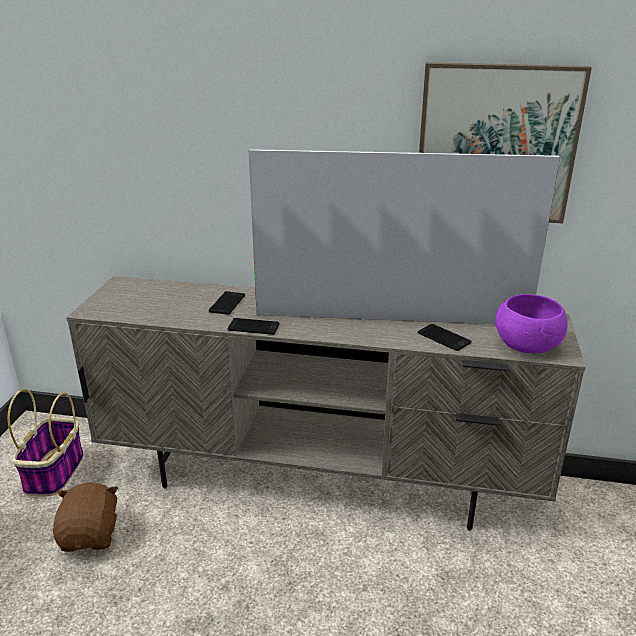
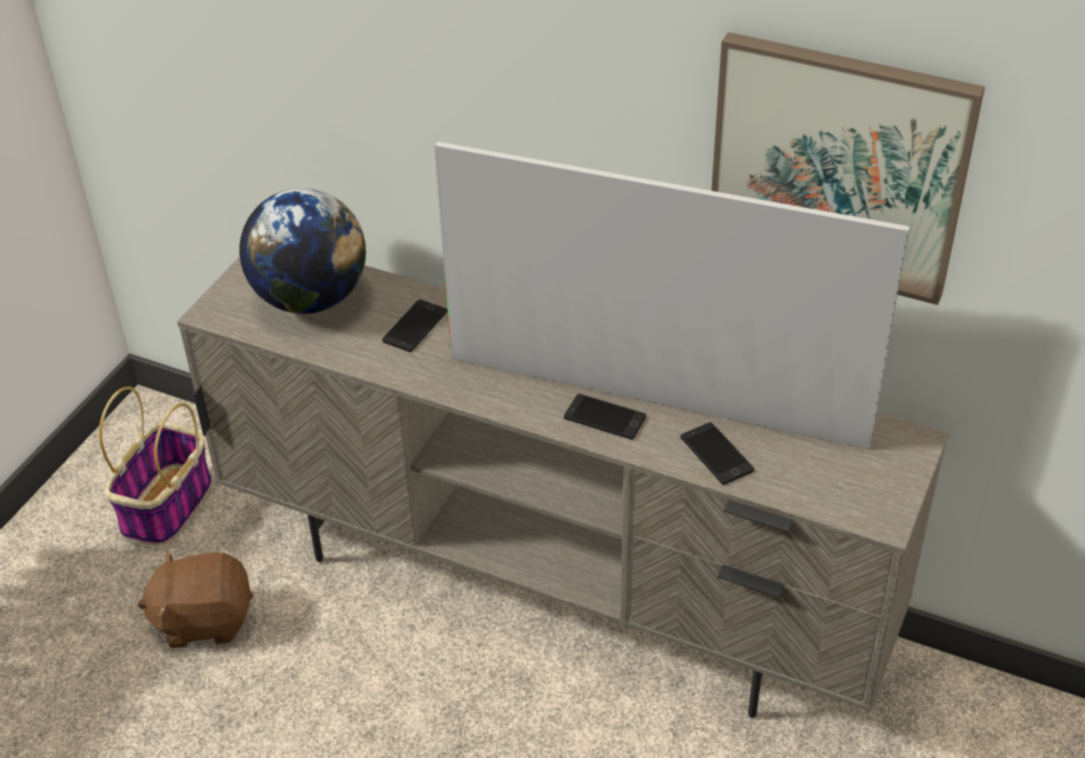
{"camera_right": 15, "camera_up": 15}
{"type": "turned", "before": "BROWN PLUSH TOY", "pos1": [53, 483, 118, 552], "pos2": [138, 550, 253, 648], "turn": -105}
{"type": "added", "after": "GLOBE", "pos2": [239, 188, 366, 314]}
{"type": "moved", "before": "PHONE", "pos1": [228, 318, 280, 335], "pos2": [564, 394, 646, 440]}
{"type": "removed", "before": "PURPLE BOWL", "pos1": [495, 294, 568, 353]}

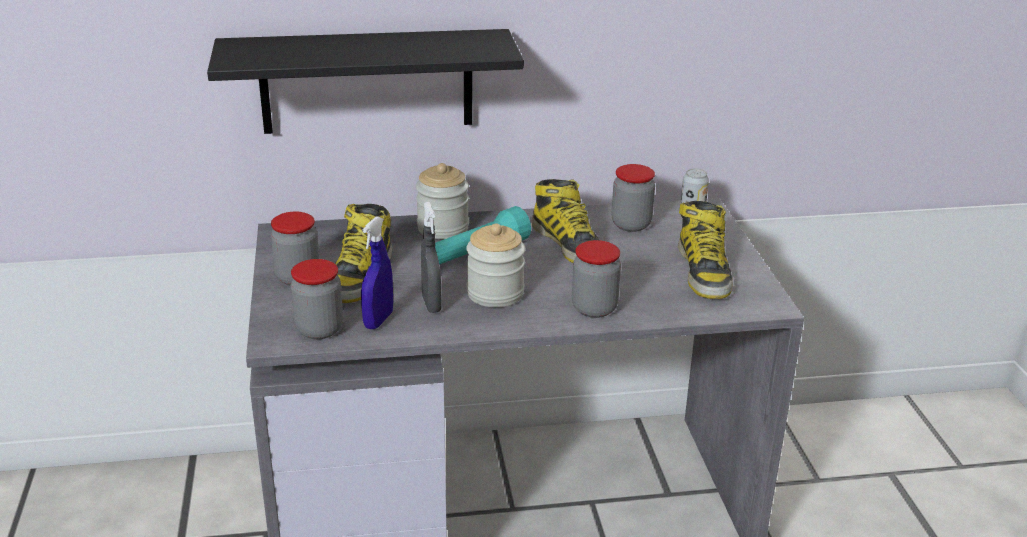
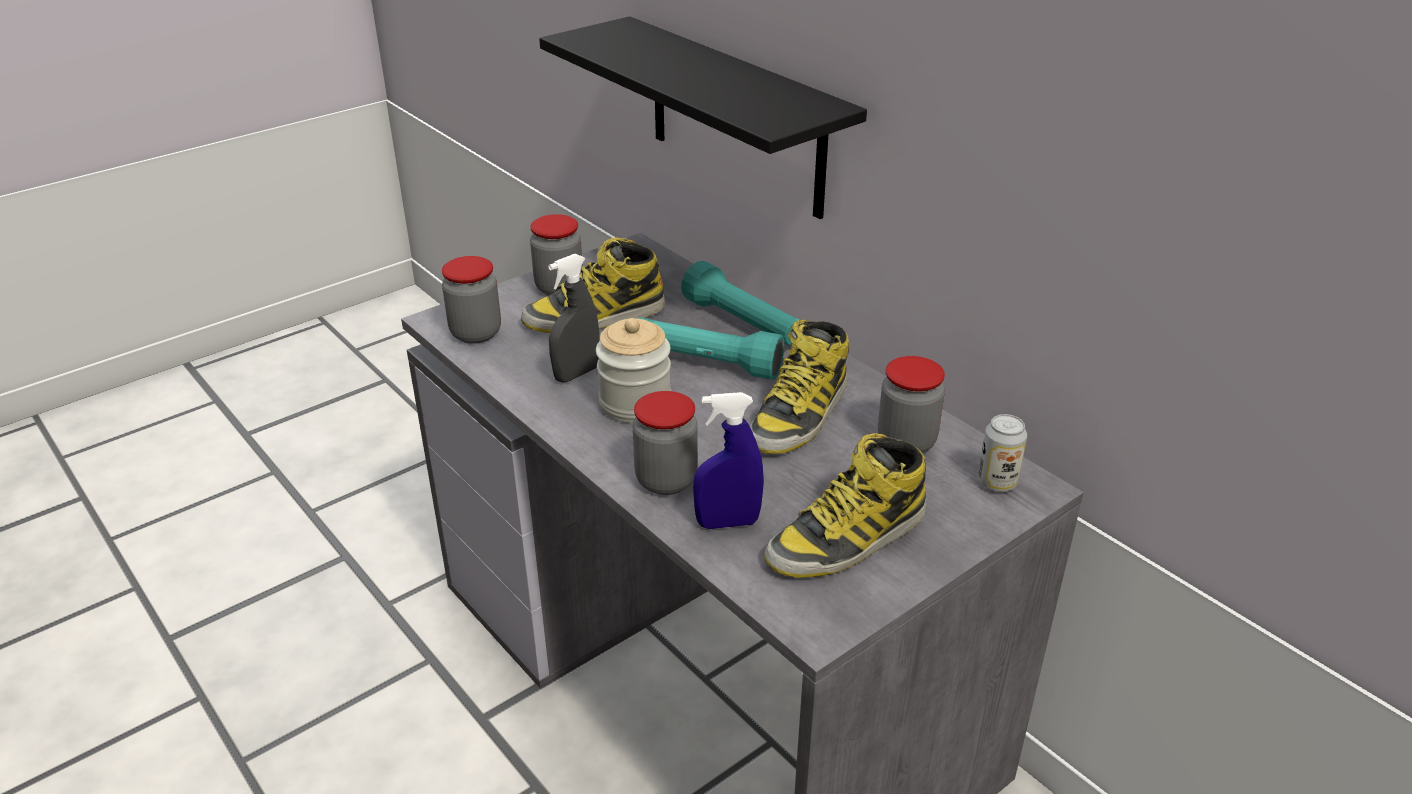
{"camera_right": 60, "camera_up": 5}
{"type": "replaced", "before": "JAR", "after": "TURQUOISE FLASHLIGHT", "pos1": [416, 163, 469, 239], "pos2": [681, 261, 799, 345]}
{"type": "moved", "before": "BLUE SPRAY BOTTLE", "pos1": [361, 216, 393, 329], "pos2": [693, 392, 764, 529]}

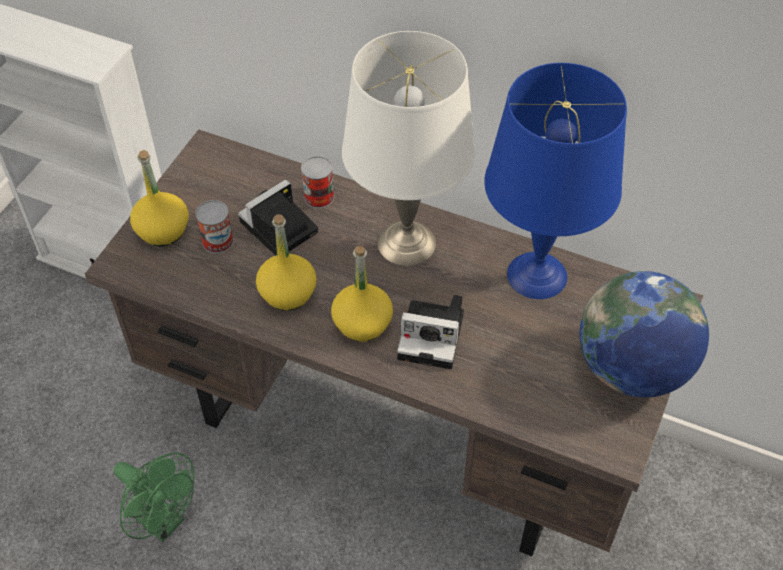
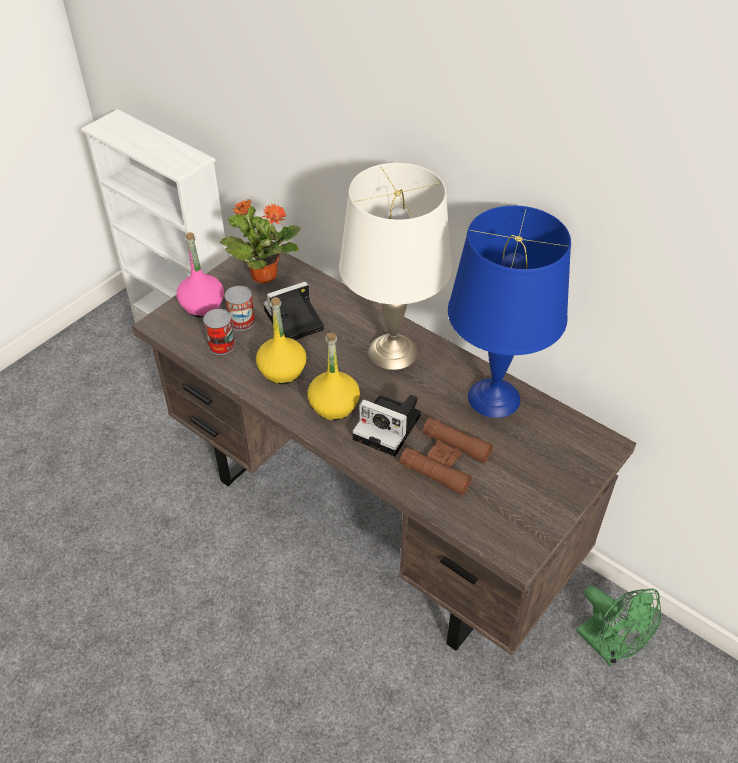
{"camera_right": 15, "camera_up": -5}
{"type": "recoloured", "before": "YELLOW BOTTLE", "after": "PINK BOTTLE", "pos1": [130, 150, 188, 246], "pos2": [177, 232, 224, 317]}
{"type": "moved", "before": "CAN", "pos1": [301, 156, 334, 208], "pos2": [203, 309, 235, 355]}
{"type": "added", "after": "POTTED PLANT", "pos2": [220, 199, 301, 284]}
{"type": "added", "after": "BROWN BINOCULARS", "pos2": [400, 417, 493, 495]}
{"type": "moved", "before": "GREEN FAN", "pos1": [114, 453, 195, 542], "pos2": [577, 586, 662, 666]}
{"type": "removed", "before": "GLOBE", "pos1": [580, 271, 709, 397]}

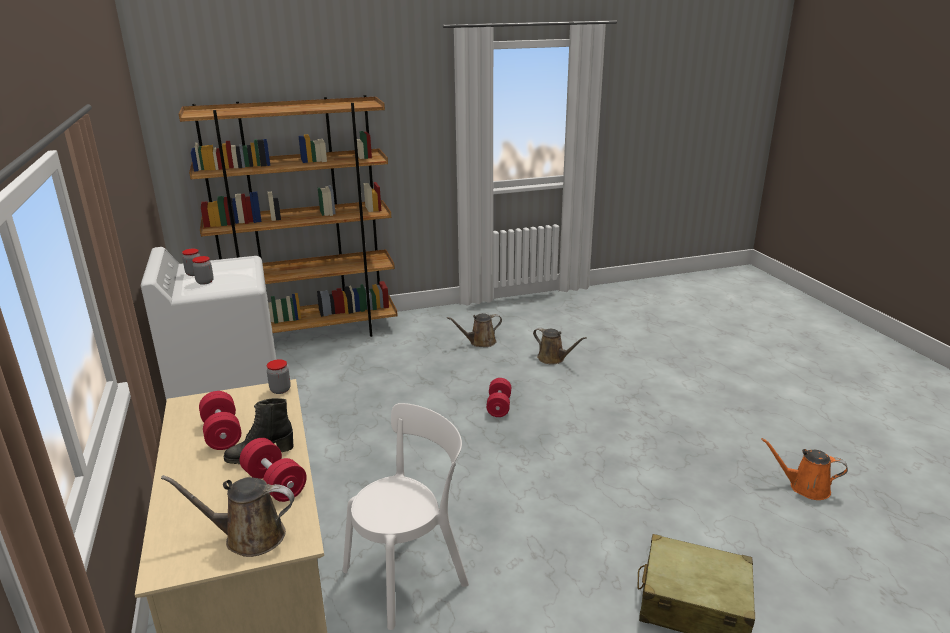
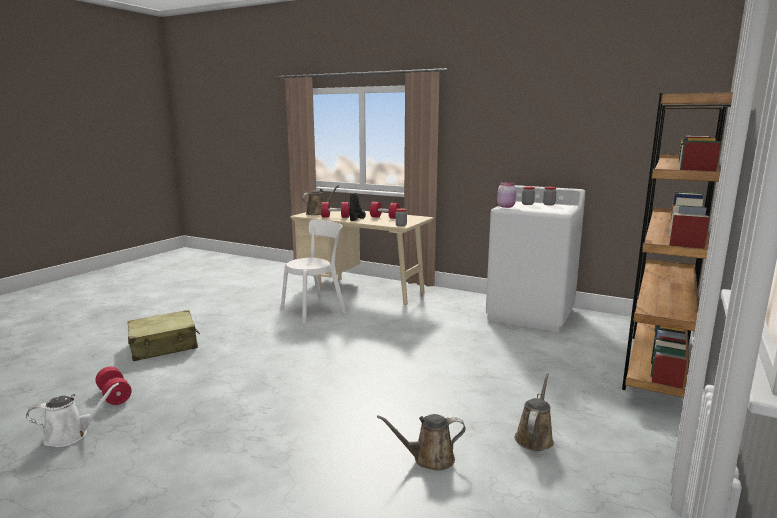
{"camera_right": 135, "camera_up": -10}
{"type": "recoloured", "before": "ORANGE WATERING CAN", "after": "WHITE WATERING CAN", "pos1": [761, 438, 848, 500], "pos2": [26, 383, 119, 447]}
{"type": "moved", "before": "RED DUMBBELL", "pos1": [486, 378, 511, 417], "pos2": [95, 367, 132, 405]}
{"type": "turned", "before": "WHITE CHAIR", "pos1": [343, 403, 469, 630], "pos2": [281, 219, 346, 324], "turn": -135}
{"type": "added", "after": "PINK JAR", "pos2": [497, 182, 516, 208]}

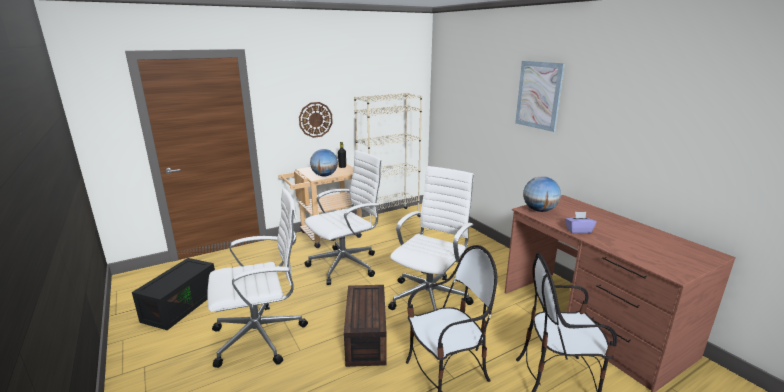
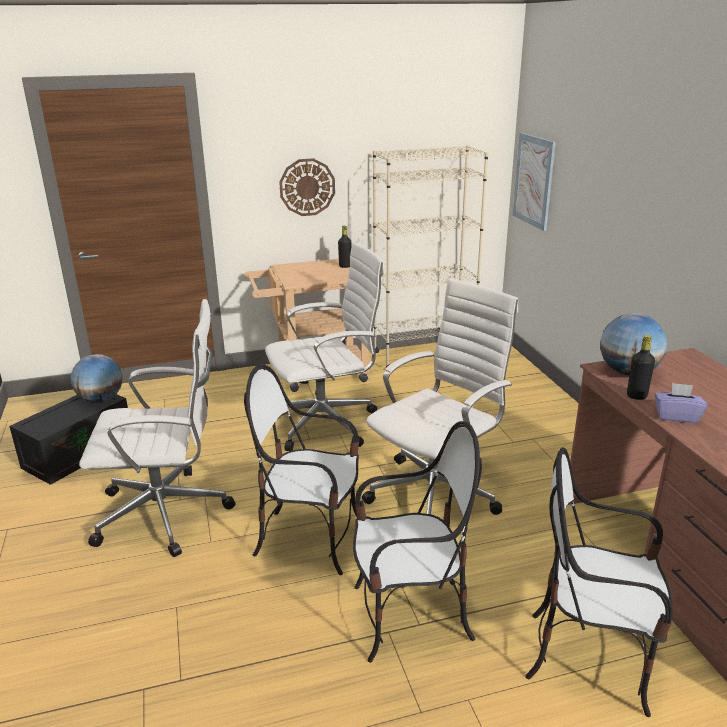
{"camera_right": 15, "camera_up": 5}
{"type": "moved", "before": "GLOBE", "pos1": [310, 149, 338, 177], "pos2": [71, 354, 123, 403]}
{"type": "replaced", "before": "BROWN STORAGE BOX", "after": "CHAIR", "pos1": [344, 285, 387, 367], "pos2": [244, 364, 359, 575]}
{"type": "moved", "before": "PICTURE", "pos1": [515, 61, 565, 132], "pos2": [513, 133, 556, 231]}
{"type": "added", "after": "BLACK BOTTLE", "pos2": [627, 335, 655, 400]}

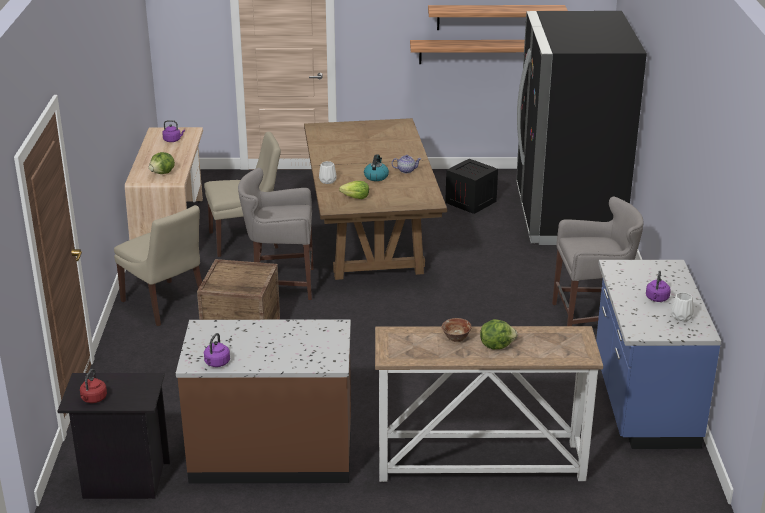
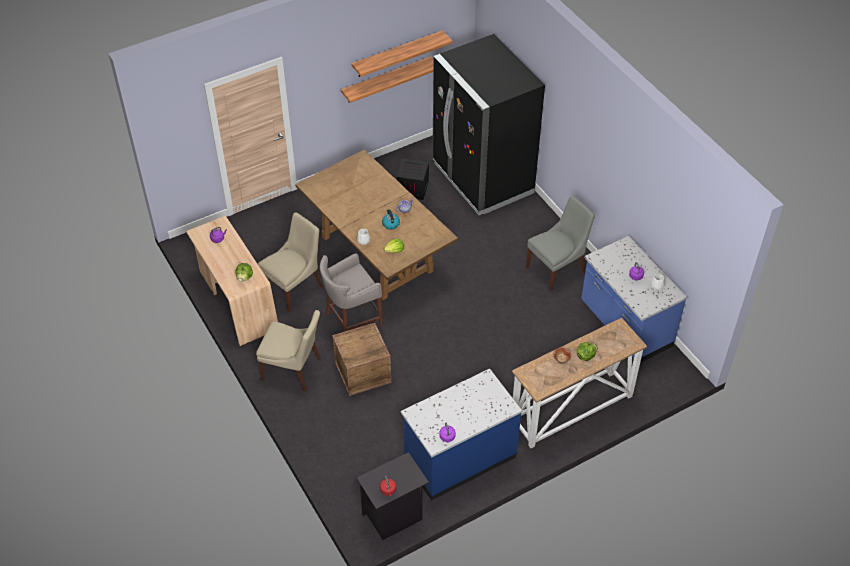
{"camera_right": -30, "camera_up": 20}
{"type": "recoloured", "before": "BROWN COUNTER", "after": "BLUE COUNTER", "pos1": [176, 319, 351, 483], "pos2": [401, 369, 522, 501]}
{"type": "replaced", "before": "GREY STOOL", "after": "GREY CHAIR", "pos1": [552, 196, 644, 326], "pos2": [526, 195, 595, 292]}

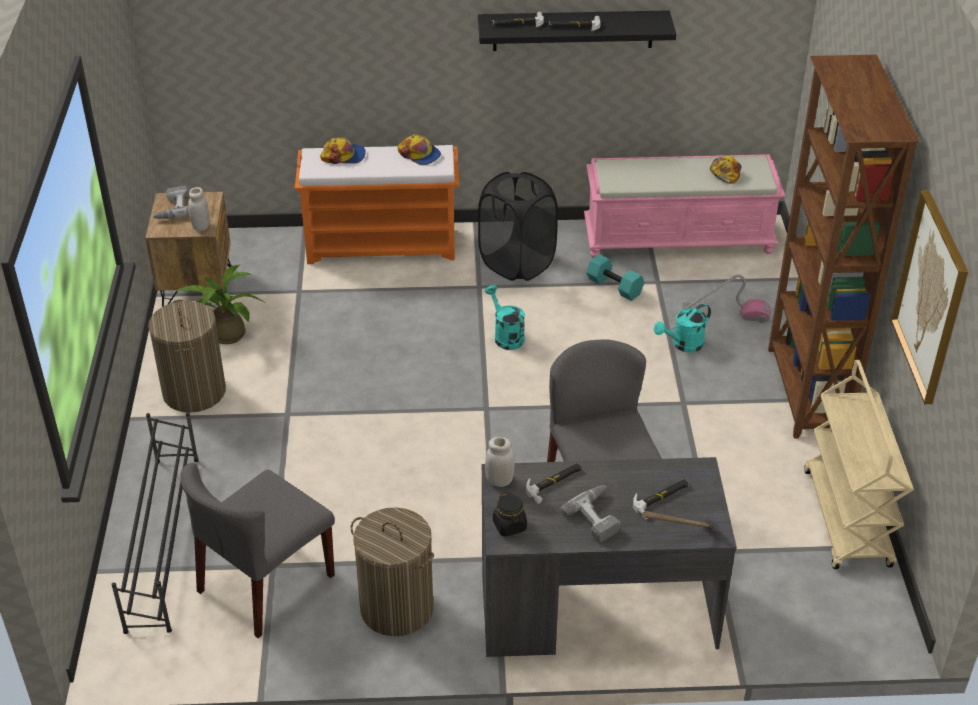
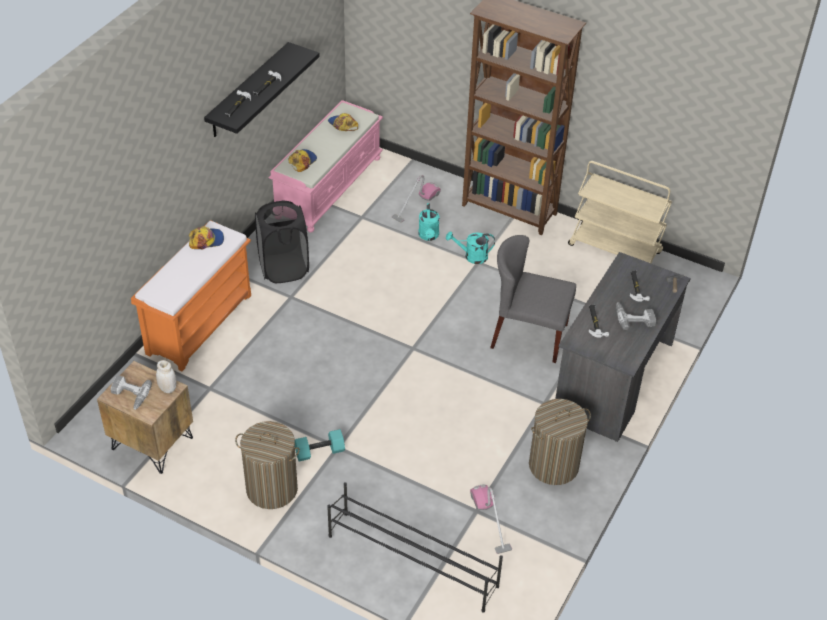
{"camera_right": -60, "camera_up": 5}
{"type": "moved", "before": "CAP", "pos1": [320, 137, 366, 164], "pos2": [288, 149, 317, 172]}
{"type": "moved", "before": "TURQUOISE DUMBBELL", "pos1": [586, 254, 644, 301], "pos2": [295, 429, 345, 461]}
{"type": "moved", "before": "TURQUOISE WATERING CAN", "pos1": [485, 285, 525, 350], "pos2": [446, 231, 495, 264]}
{"type": "replaced", "before": "GREY CHAIR", "after": "VACUUM CLEANER", "pos1": [180, 463, 335, 638], "pos2": [470, 484, 512, 554]}
{"type": "removed", "before": "POTTED PLANT", "pos1": [176, 265, 264, 344]}
{"type": "removed", "before": "WHITE JAR", "pos1": [485, 437, 515, 487]}
{"type": "removed", "before": "BLACK JAR", "pos1": [493, 493, 527, 537]}
{"type": "removed", "before": "PICTURE", "pos1": [891, 190, 968, 404]}

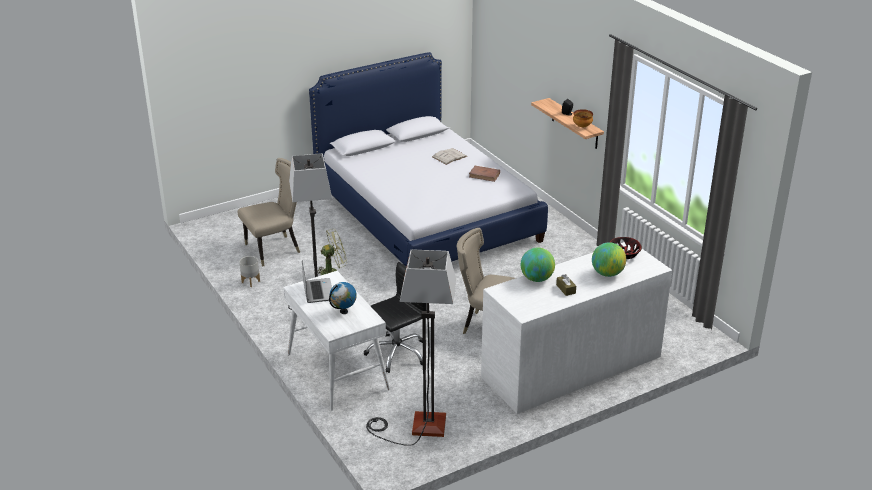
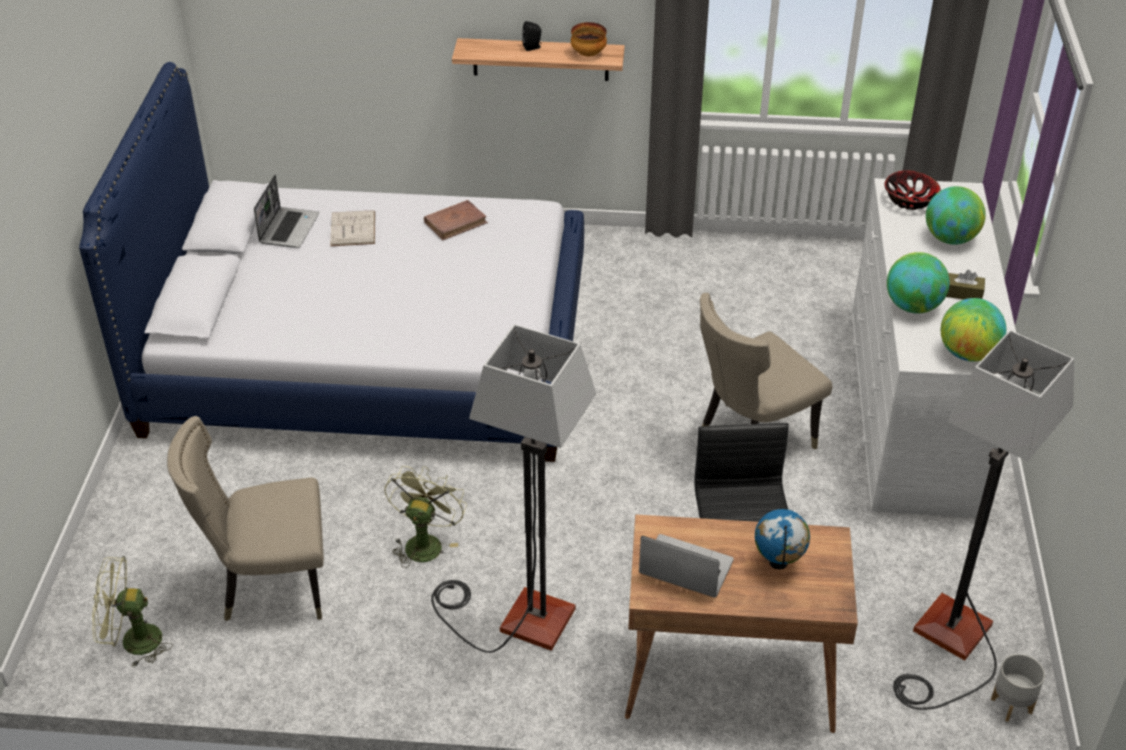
{"camera_right": -55, "camera_up": 10}
{"type": "added", "after": "GREEN FAN", "pos2": [92, 556, 173, 666]}
{"type": "turned", "before": "BEIGE CHAIR", "pos1": [238, 158, 300, 266], "pos2": [167, 416, 324, 621], "turn": -105}
{"type": "added", "after": "LAPTOP", "pos2": [254, 175, 319, 248]}
{"type": "recoloured", "before": "WHITE DESK", "after": "BROWN DESK", "pos1": [283, 271, 390, 411], "pos2": [625, 514, 858, 733]}
{"type": "added", "after": "GLOBE", "pos2": [941, 298, 1006, 362]}
{"type": "moved", "before": "GREY PLANTER", "pos1": [239, 256, 260, 287], "pos2": [991, 654, 1045, 722]}

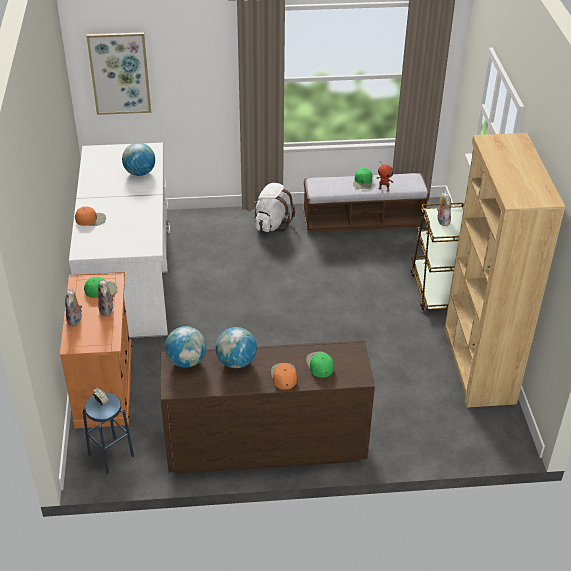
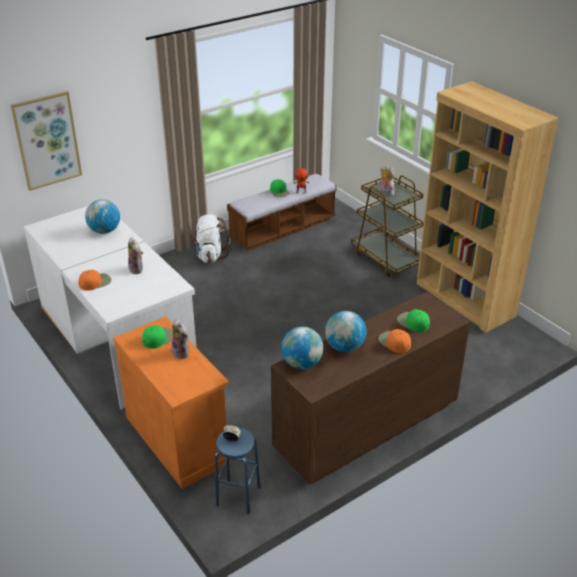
{"camera_right": -30, "camera_up": -5}
{"type": "moved", "before": "PLUSH TOY", "pos1": [65, 289, 82, 326], "pos2": [128, 237, 143, 274]}

